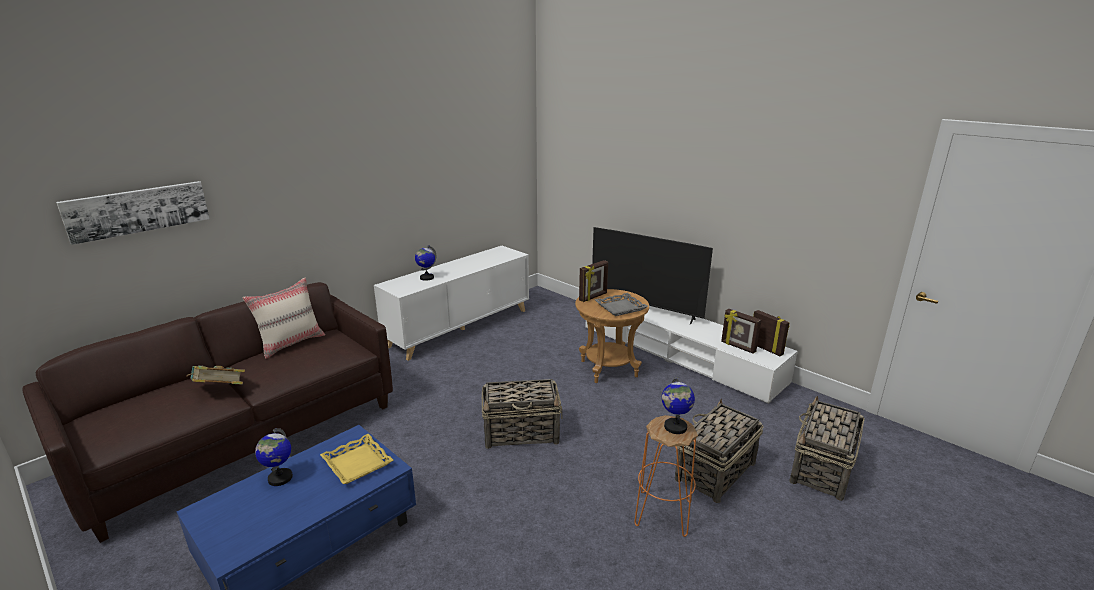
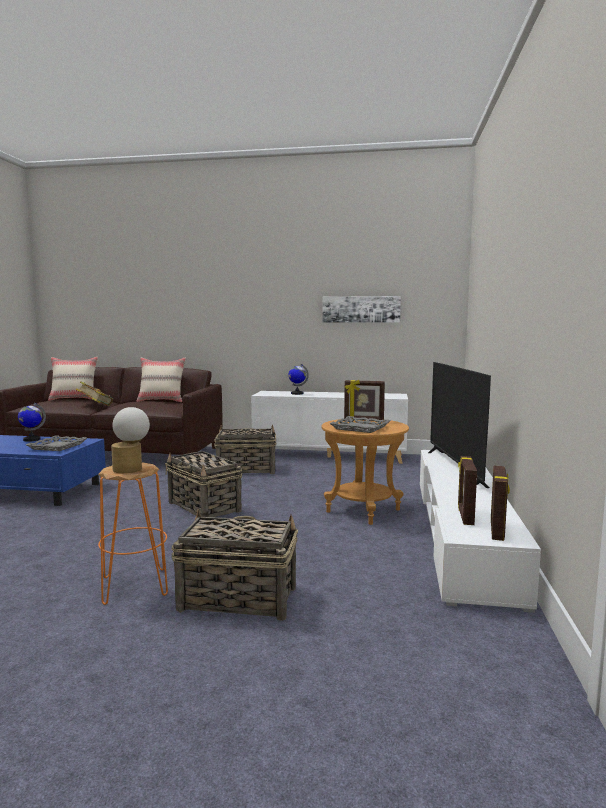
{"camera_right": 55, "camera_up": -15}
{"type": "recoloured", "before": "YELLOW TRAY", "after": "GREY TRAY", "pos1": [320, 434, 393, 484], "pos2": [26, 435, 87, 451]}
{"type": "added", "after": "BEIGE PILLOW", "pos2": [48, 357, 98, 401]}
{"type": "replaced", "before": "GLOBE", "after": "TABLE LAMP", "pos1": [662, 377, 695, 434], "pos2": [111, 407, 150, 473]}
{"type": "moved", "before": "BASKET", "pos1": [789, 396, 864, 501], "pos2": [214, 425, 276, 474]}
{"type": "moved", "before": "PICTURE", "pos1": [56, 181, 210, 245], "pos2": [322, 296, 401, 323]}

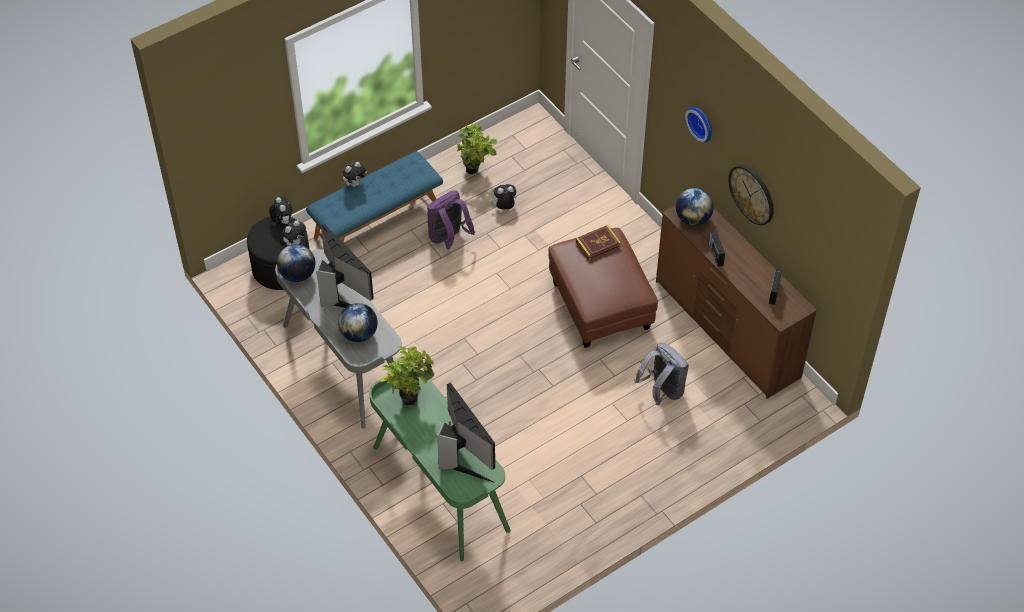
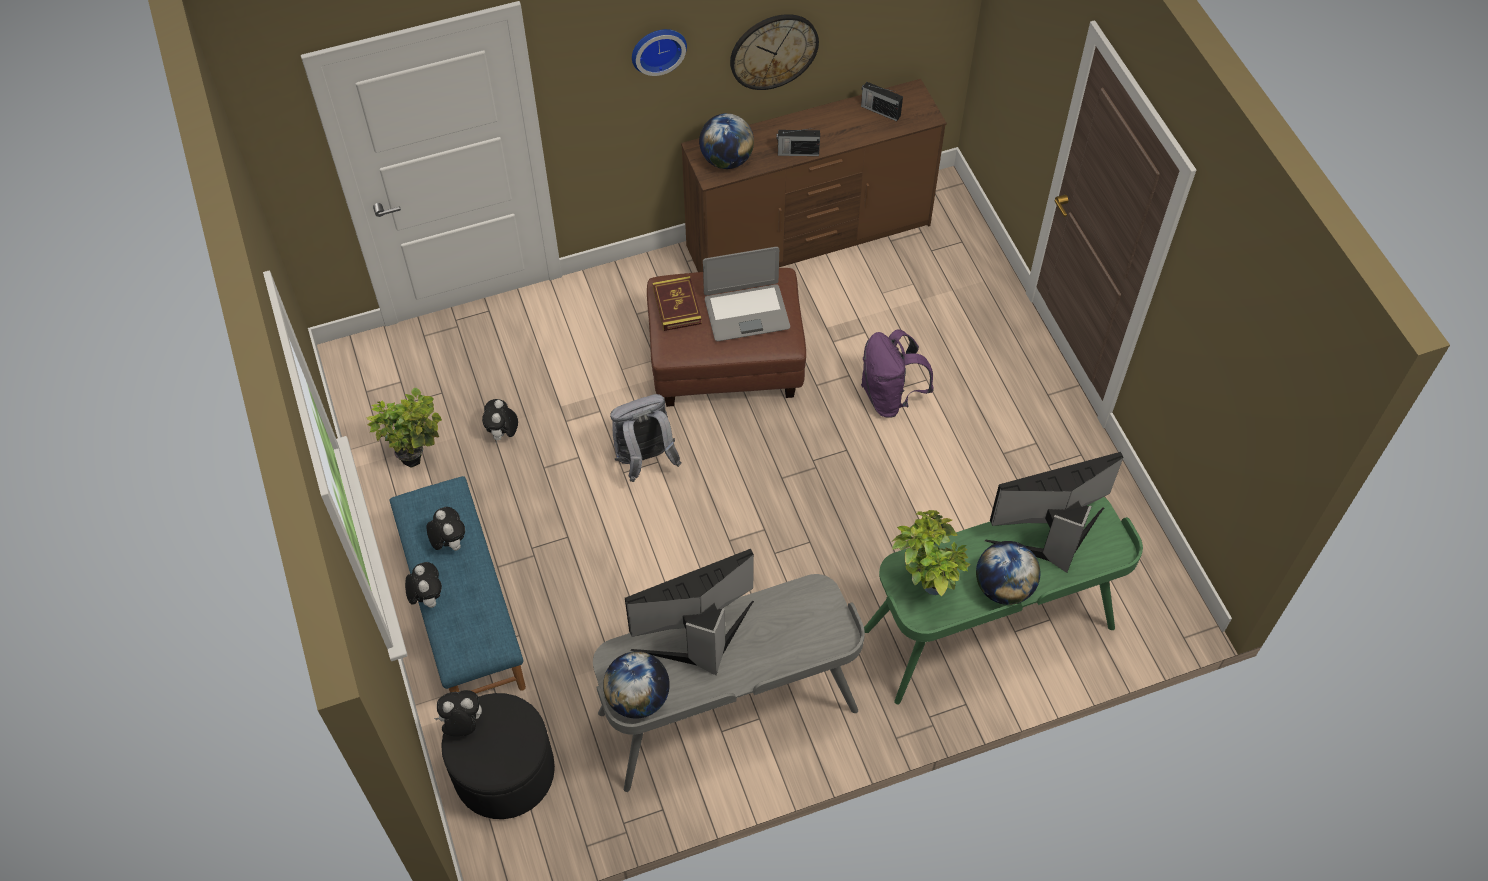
{"camera_right": -75, "camera_up": 5}
{"type": "moved", "before": "PLUSH TOY", "pos1": [282, 220, 306, 246], "pos2": [427, 507, 465, 551]}
{"type": "moved", "before": "GREY BACKPACK", "pos1": [635, 343, 689, 405], "pos2": [610, 394, 681, 482]}
{"type": "added", "after": "LAPTOP", "pos2": [703, 247, 790, 341]}
{"type": "moved", "before": "PURPLE BACKPACK", "pos1": [427, 191, 475, 249], "pos2": [861, 329, 934, 418]}
{"type": "moved", "before": "GLOBE", "pos1": [338, 303, 378, 342], "pos2": [976, 541, 1040, 605]}

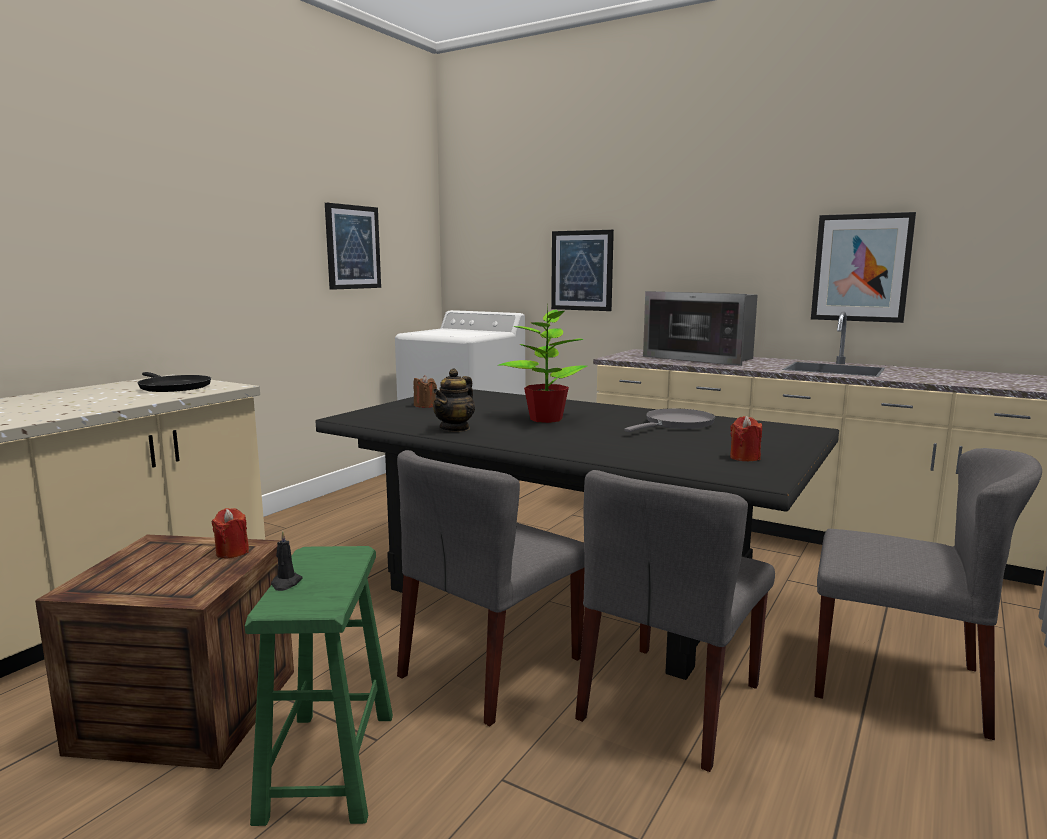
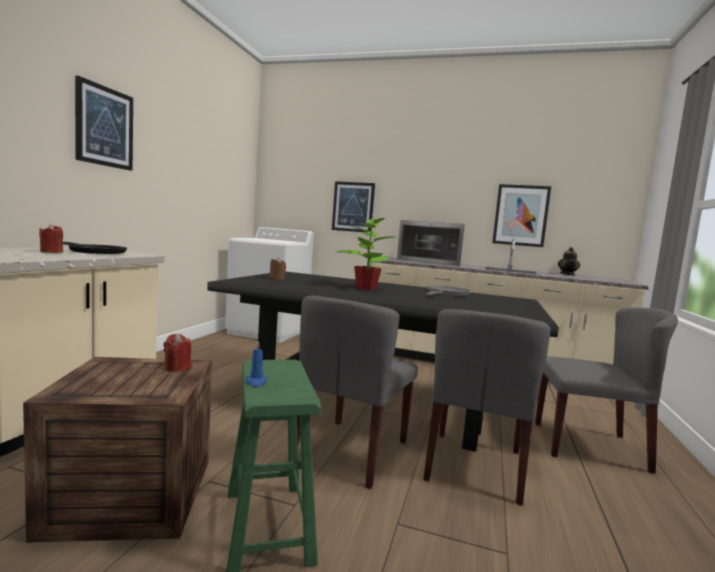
{"camera_right": -15, "camera_up": -5}
{"type": "moved", "before": "RED CANDLE", "pos1": [730, 416, 762, 461], "pos2": [39, 224, 63, 253]}
{"type": "moved", "before": "PICTURE", "pos1": [325, 203, 381, 290], "pos2": [75, 76, 133, 171]}
{"type": "recoloured", "before": "BLACK CANDLE", "after": "BLUE CANDLE", "pos1": [271, 530, 303, 591], "pos2": [246, 341, 268, 387]}
{"type": "moved", "before": "TEAPOT", "pos1": [433, 368, 475, 432], "pos2": [558, 247, 580, 276]}

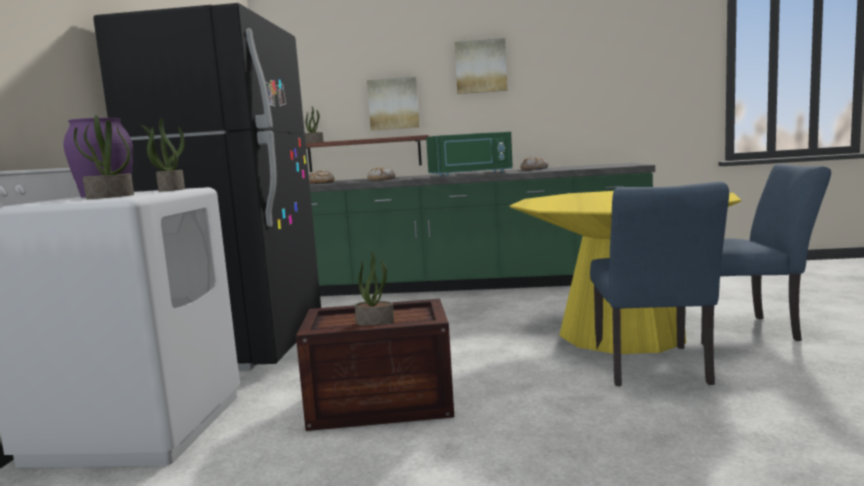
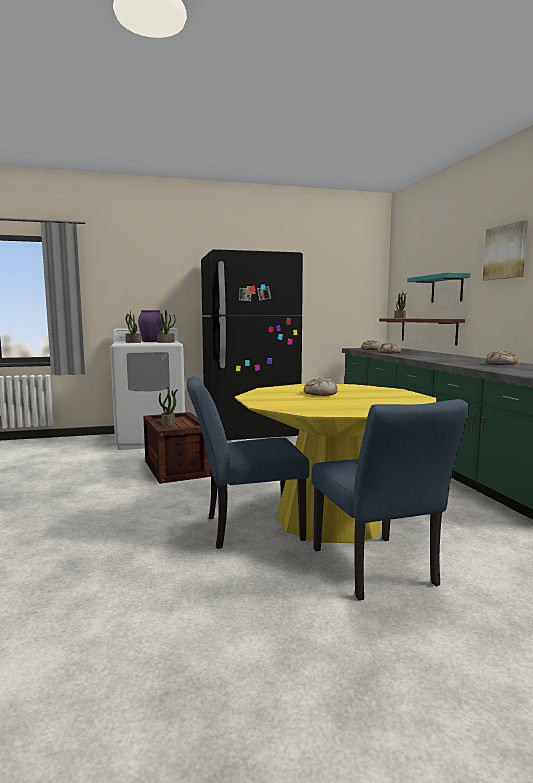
{"camera_right": 70, "camera_up": 0}
{"type": "added", "after": "BREAD", "pos2": [304, 378, 338, 396]}
{"type": "replaced", "before": "PICTURE", "after": "TURQUOISE SHELF", "pos1": [367, 77, 420, 131], "pos2": [407, 273, 470, 303]}
{"type": "removed", "before": "GREEN MICROWAVE", "pos1": [426, 132, 513, 177]}

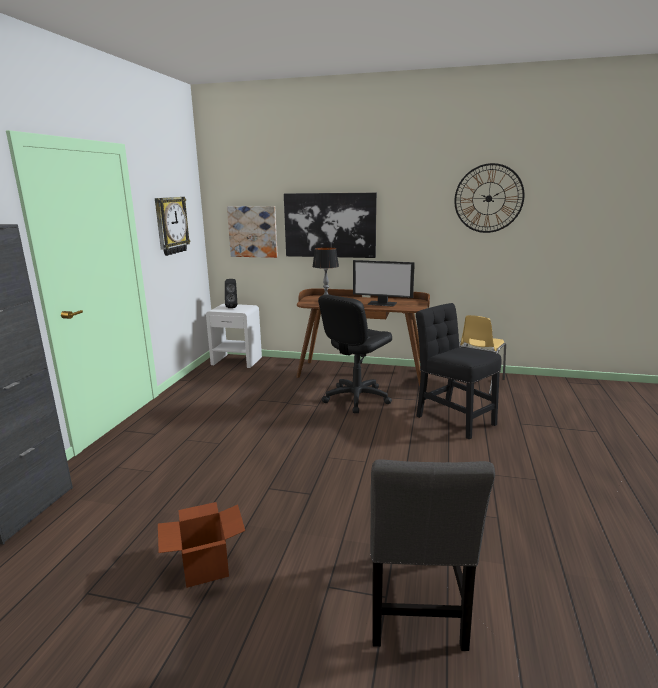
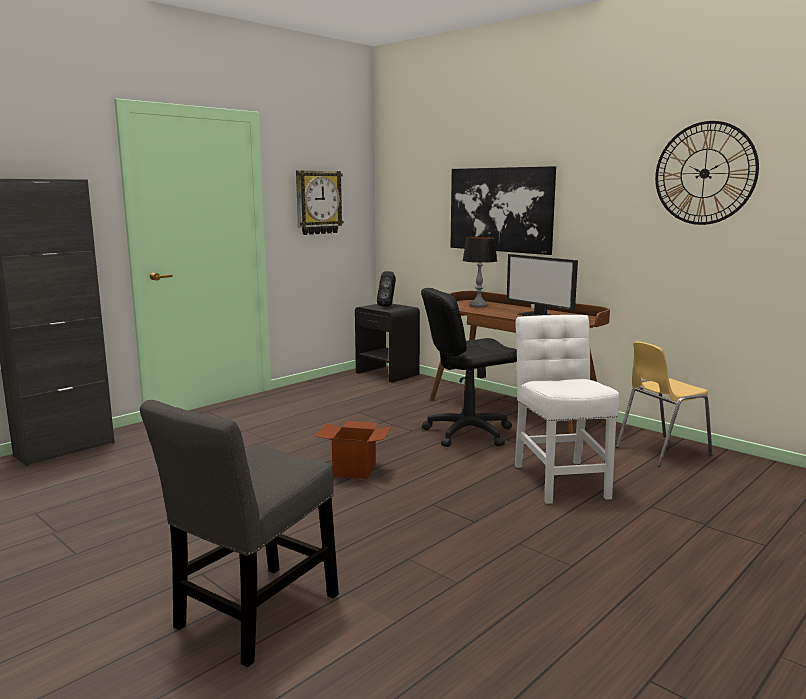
{"camera_right": 30, "camera_up": -5}
{"type": "moved", "before": "CARDBOARD BOX", "pos1": [158, 502, 245, 588], "pos2": [315, 421, 392, 479]}
{"type": "recoloured", "before": "WHITE NIGHTSTAND", "after": "BLACK NIGHTSTAND", "pos1": [206, 304, 262, 368], "pos2": [355, 304, 420, 383]}
{"type": "recoloured", "before": "BLACK CHAIR", "after": "WHITE CHAIR", "pos1": [416, 303, 502, 439], "pos2": [515, 315, 619, 504]}
{"type": "removed", "before": "PICTURE", "pos1": [227, 206, 278, 258]}

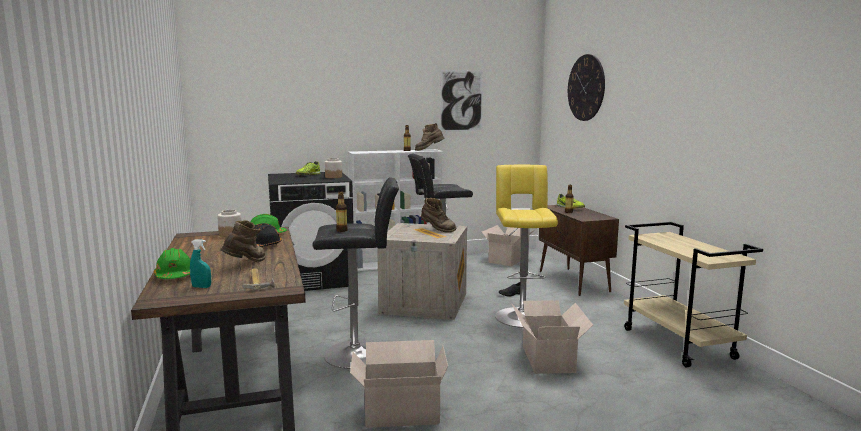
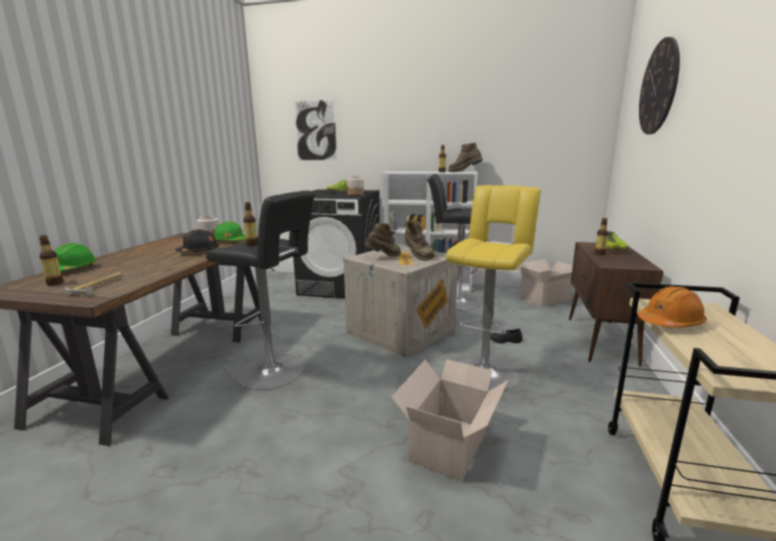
{"camera_right": 30, "camera_up": 5}
{"type": "replaced", "before": "TURQUOISE SPRAY BOTTLE", "after": "BOTTLE", "pos1": [190, 239, 211, 288], "pos2": [39, 235, 63, 286]}
{"type": "moved", "before": "PICTURE", "pos1": [440, 70, 483, 131], "pos2": [293, 98, 338, 161]}
{"type": "moved", "before": "BROWN BOOT", "pos1": [220, 220, 266, 262], "pos2": [364, 223, 401, 257]}
{"type": "added", "after": "ORANGE HARD HAT", "pos2": [637, 286, 707, 328]}
{"type": "removed", "before": "CARDBOARD BOX", "pos1": [350, 340, 448, 428]}

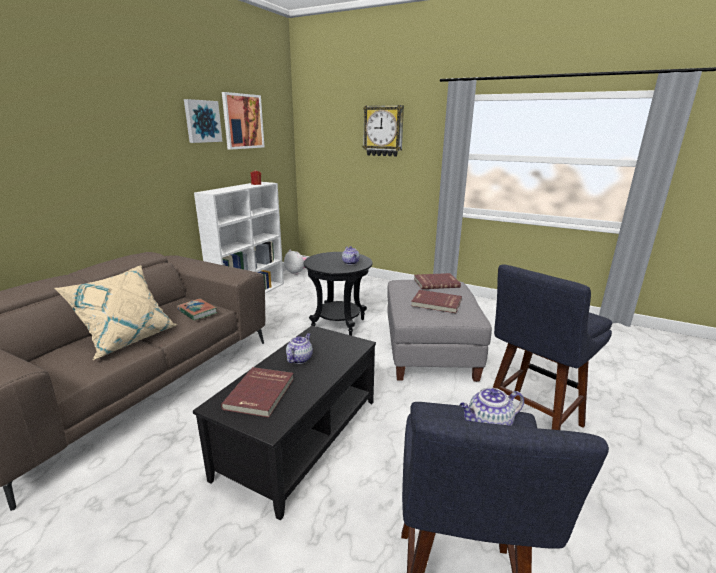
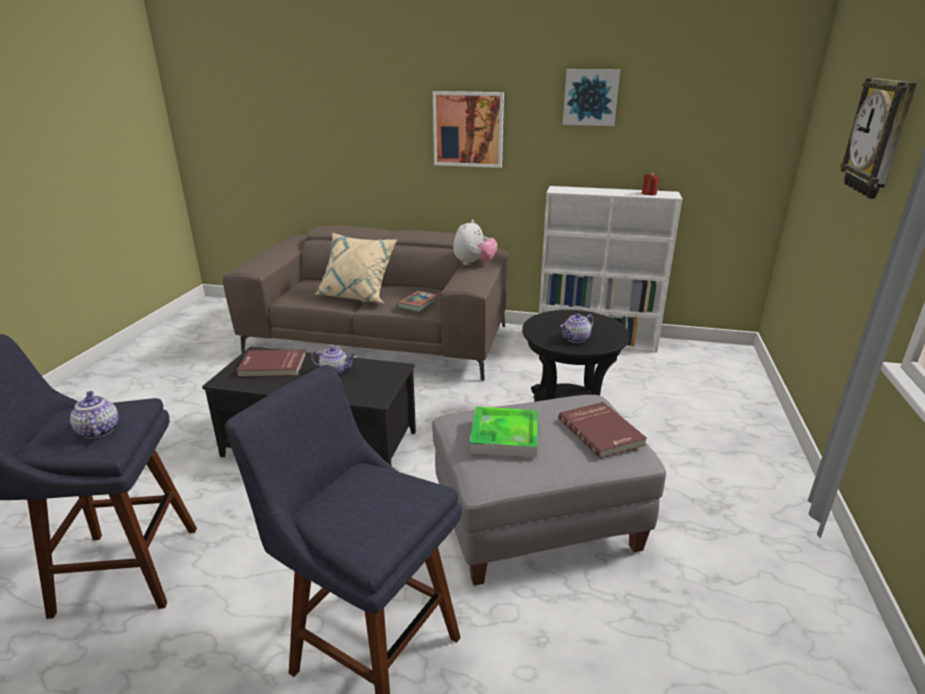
{"camera_right": 75, "camera_up": 5}
{"type": "moved", "before": "PICTURE", "pos1": [222, 92, 265, 150], "pos2": [433, 91, 504, 168]}
{"type": "moved", "before": "PLUSH TOY", "pos1": [284, 250, 306, 275], "pos2": [453, 220, 497, 265]}
{"type": "replaced", "before": "RED BOOK", "after": "TRAY", "pos1": [411, 290, 462, 313], "pos2": [470, 406, 538, 458]}

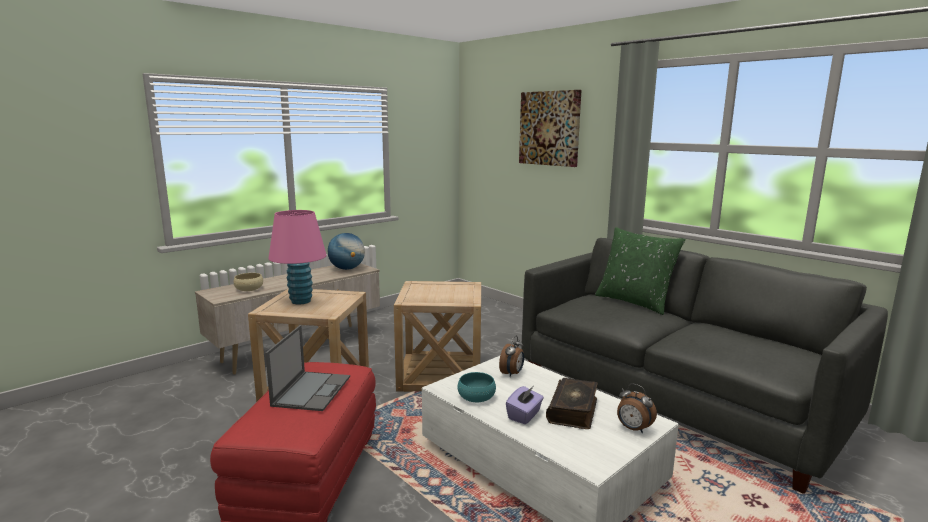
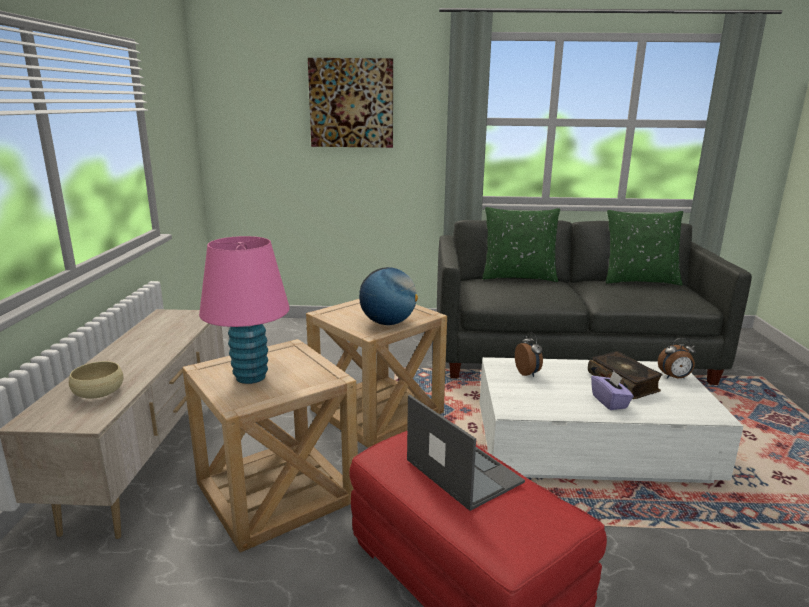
{"camera_right": -45, "camera_up": 5}
{"type": "moved", "before": "GLOBE", "pos1": [328, 233, 365, 270], "pos2": [359, 267, 418, 325]}
{"type": "added", "after": "GREEN PILLOW", "pos2": [606, 210, 683, 285]}
{"type": "removed", "before": "TURQUOISE BOWL", "pos1": [457, 372, 496, 402]}

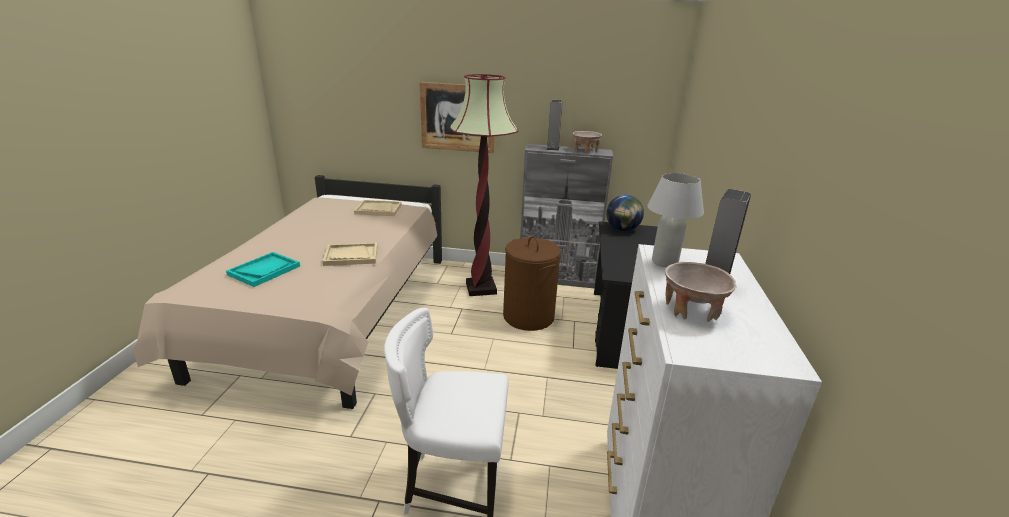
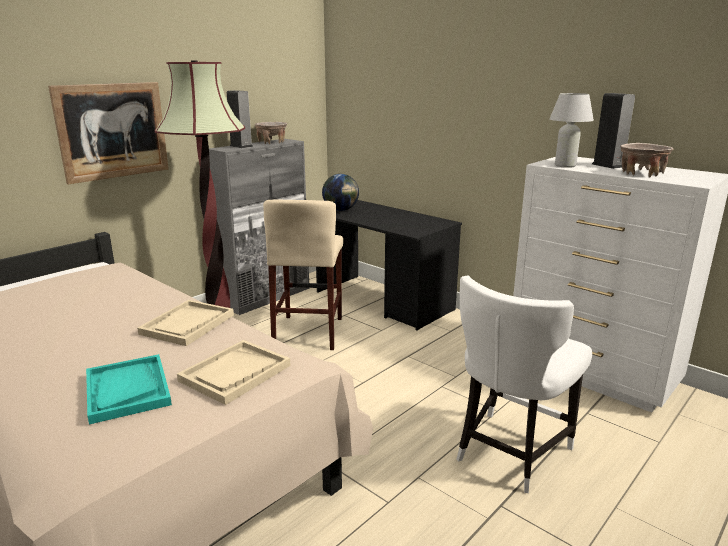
{"camera_right": -55, "camera_up": -5}
{"type": "moved", "before": "BEIGE TRAY", "pos1": [354, 200, 402, 216], "pos2": [177, 340, 290, 405]}
{"type": "replaced", "before": "BROWN LAUNDRY BASKET", "after": "BEIGE STOOL", "pos1": [503, 236, 561, 331], "pos2": [263, 200, 343, 350]}

